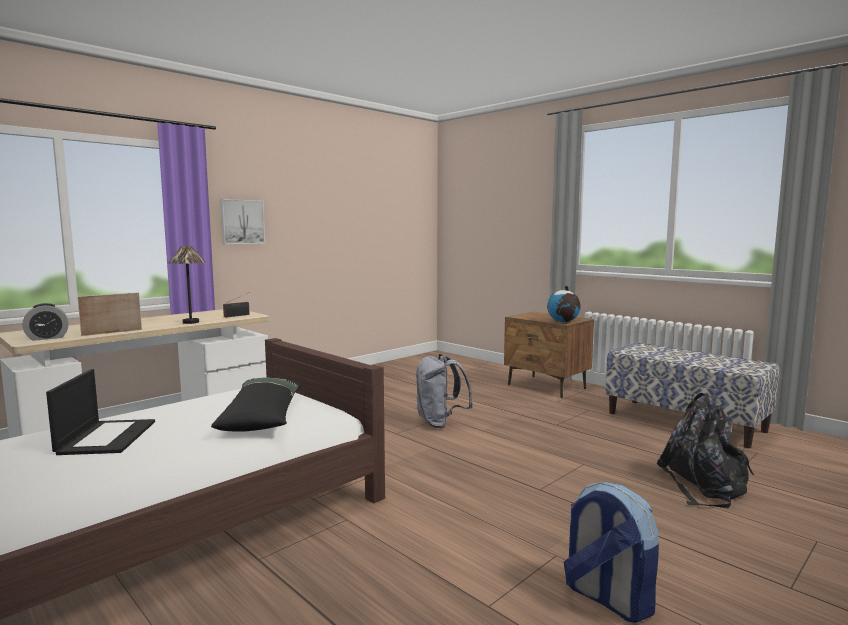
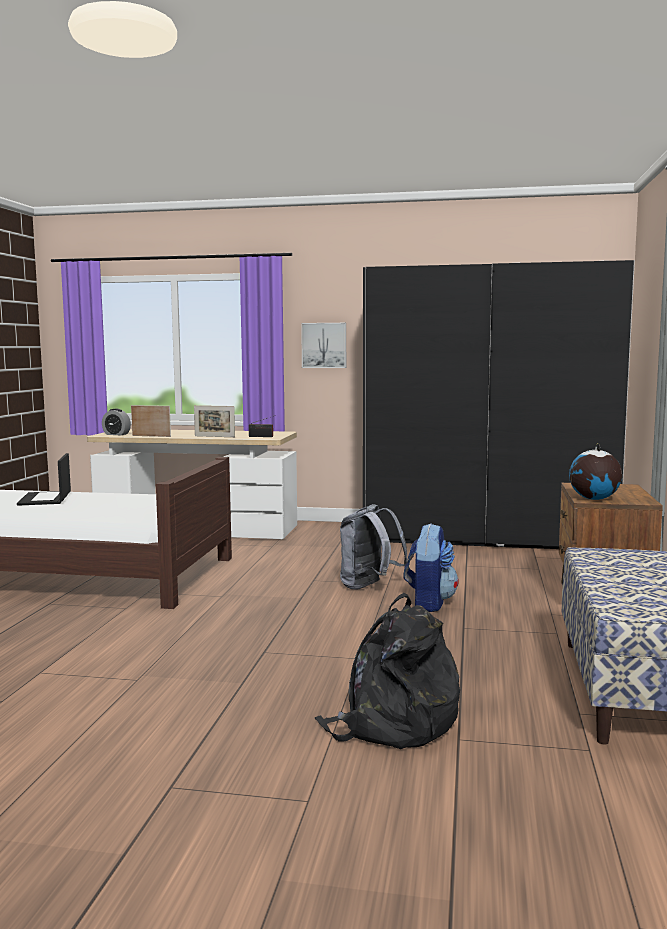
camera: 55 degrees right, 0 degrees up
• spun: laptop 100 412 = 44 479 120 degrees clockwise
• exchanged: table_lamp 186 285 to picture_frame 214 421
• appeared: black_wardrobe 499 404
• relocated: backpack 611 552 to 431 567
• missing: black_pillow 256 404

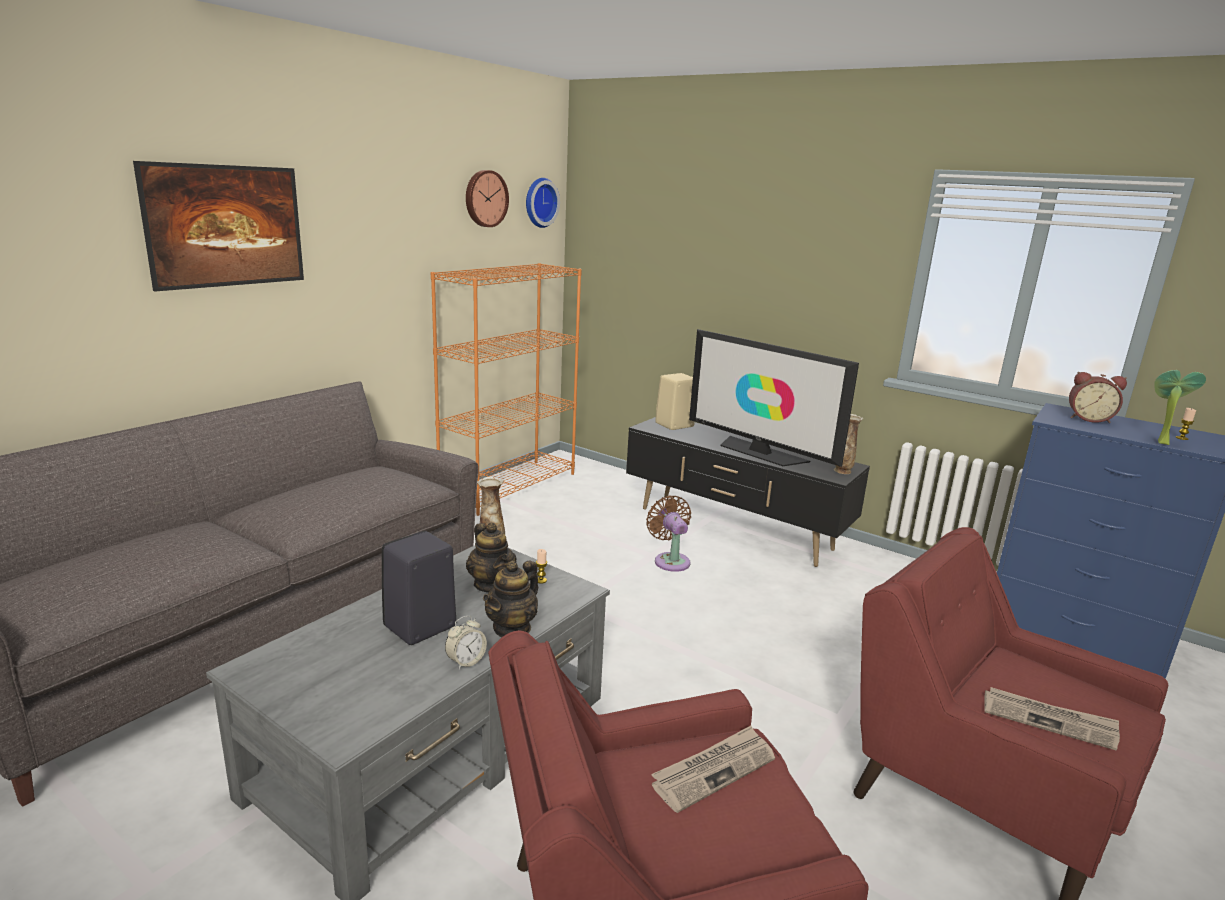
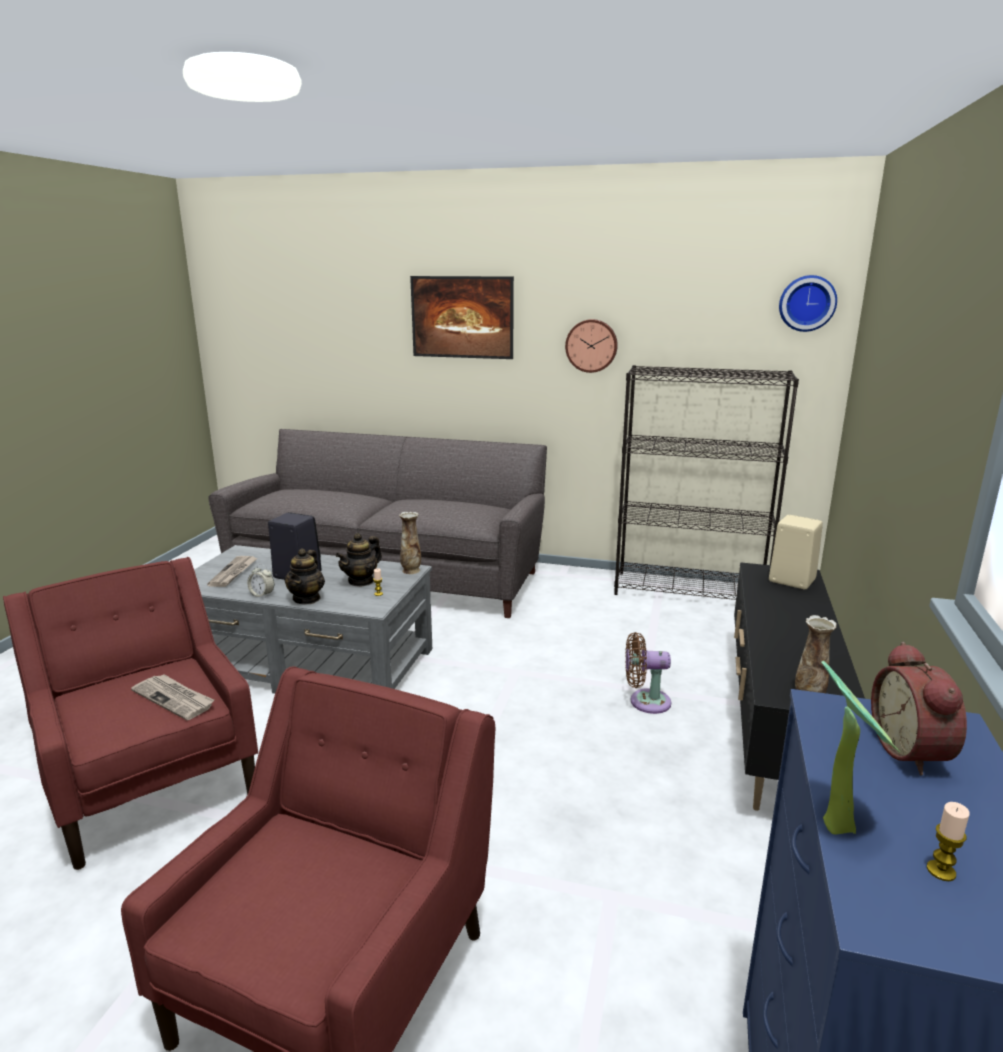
camera: 70 degrees right, 0 degrees up
• relocated: newspaper 1052 719 to 232 571
• spun: teapot 510 598 = 304 576 90 degrees counterclockwise
• relocated: wall_clock 487 198 to 591 346
• colour: orange_bookcase 506 389 to black_bookcase 706 482
• spun: brown_fan 668 533 = 648 673 135 degrees counterclockwise
• missing: television 774 398

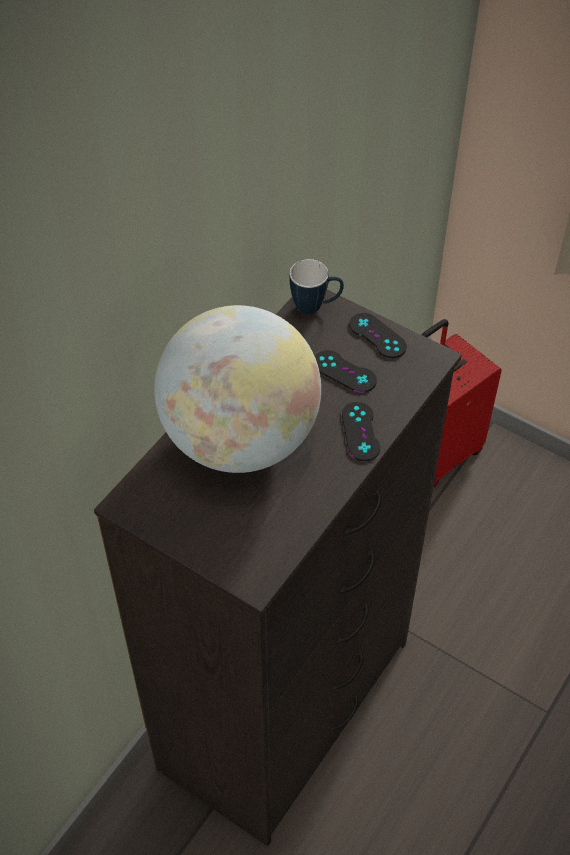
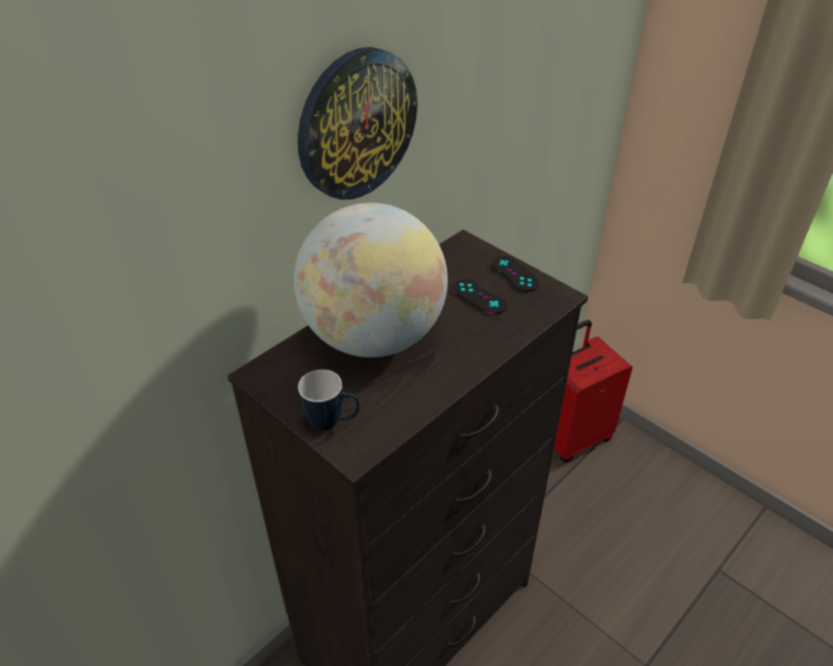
camera: 10 degrees right, 10 degrees down
• appeared: wall_clock 357 123
• relocated: mug 316 286 to 329 400
• missing: black_game_controller 361 431

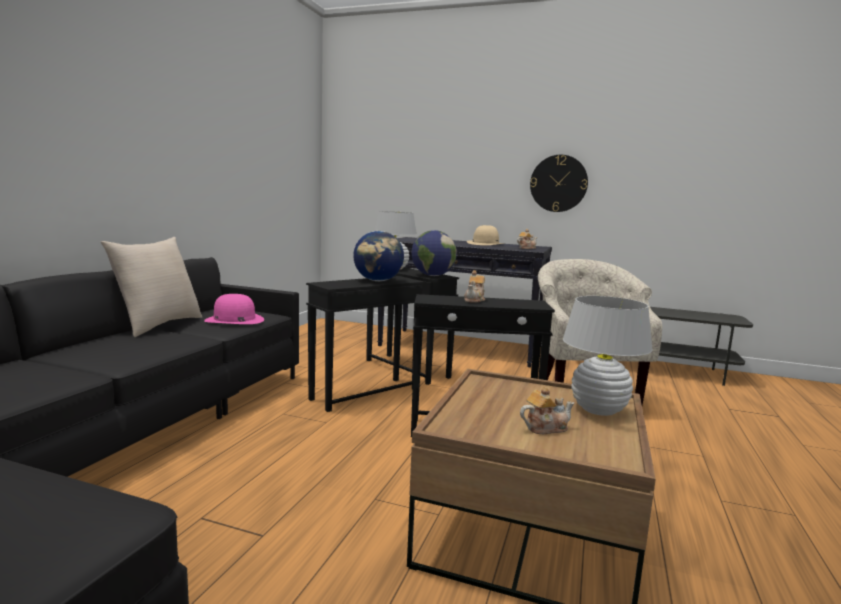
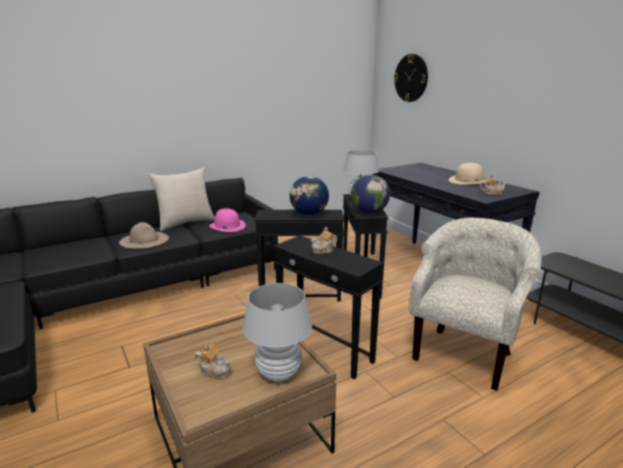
camera: 40 degrees right, 10 degrees up
• appeared: beige_hat 144 235
• relocated: wall_clock 559 183 to 411 78

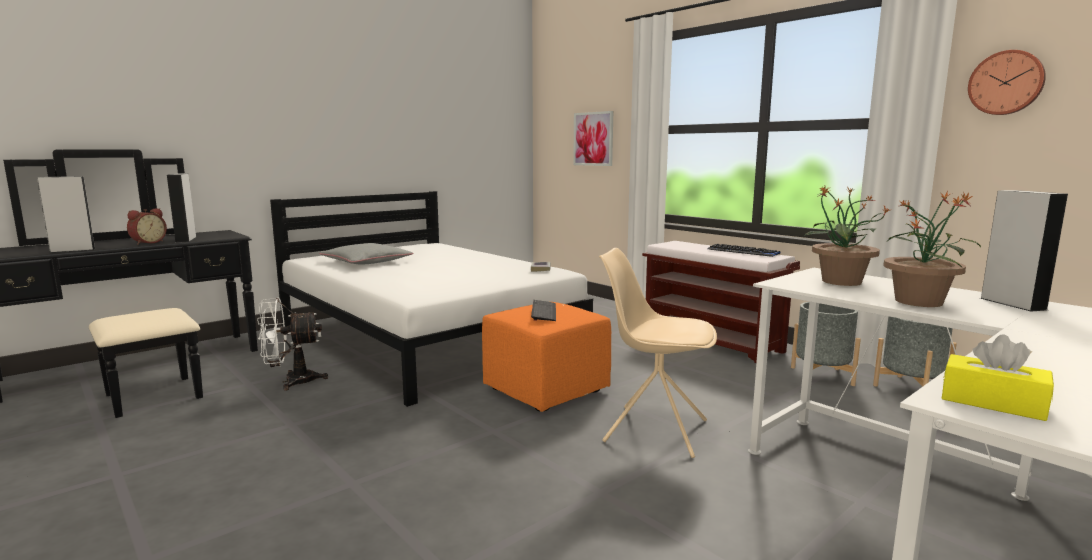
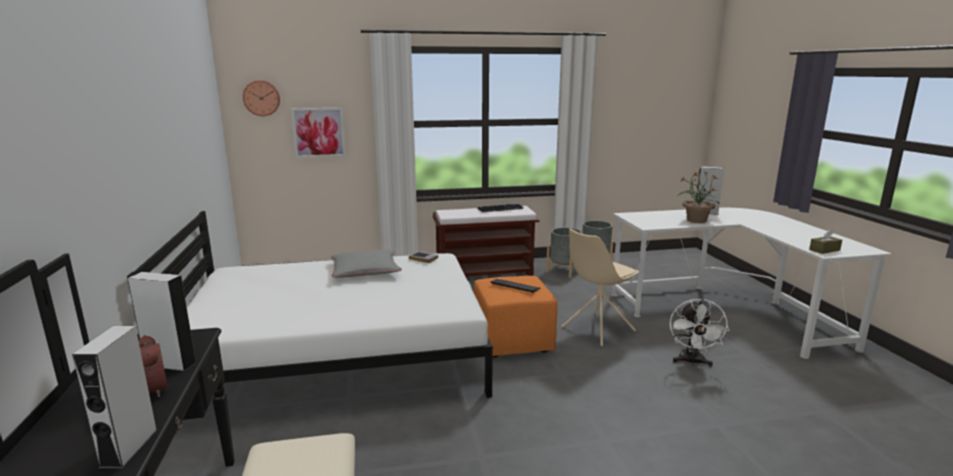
camera: 60 degrees left, 5 degrees up
• relocated: wall_clock 1007 82 to 261 98
• relocated: grey_pillow 366 253 to 366 264
• relocated: white_fan 292 344 to 700 332
• colour: yellow_tissue_box 998 378 to brown_tissue_box 825 241
• missing: potted_plant 848 236

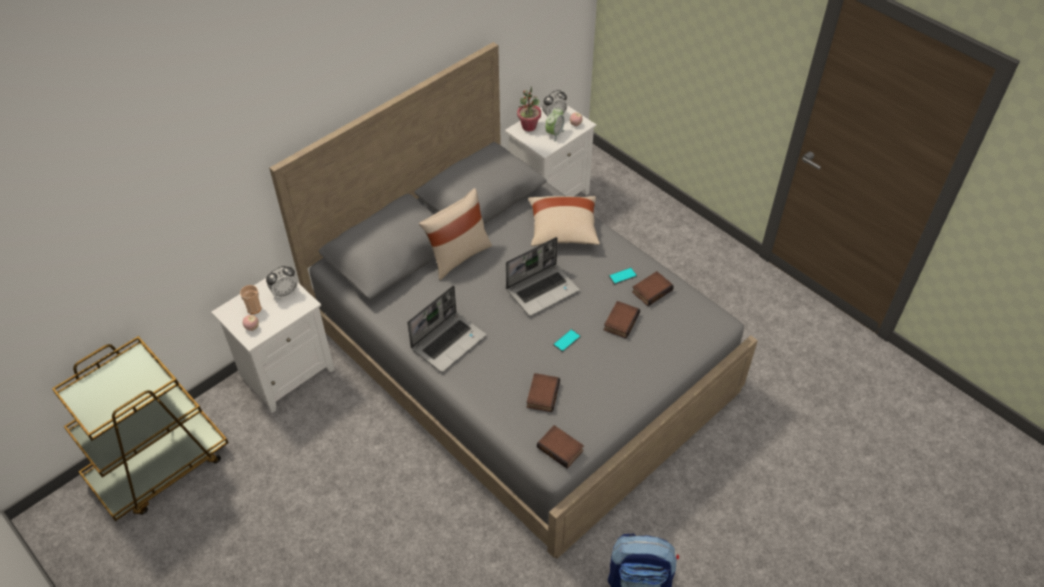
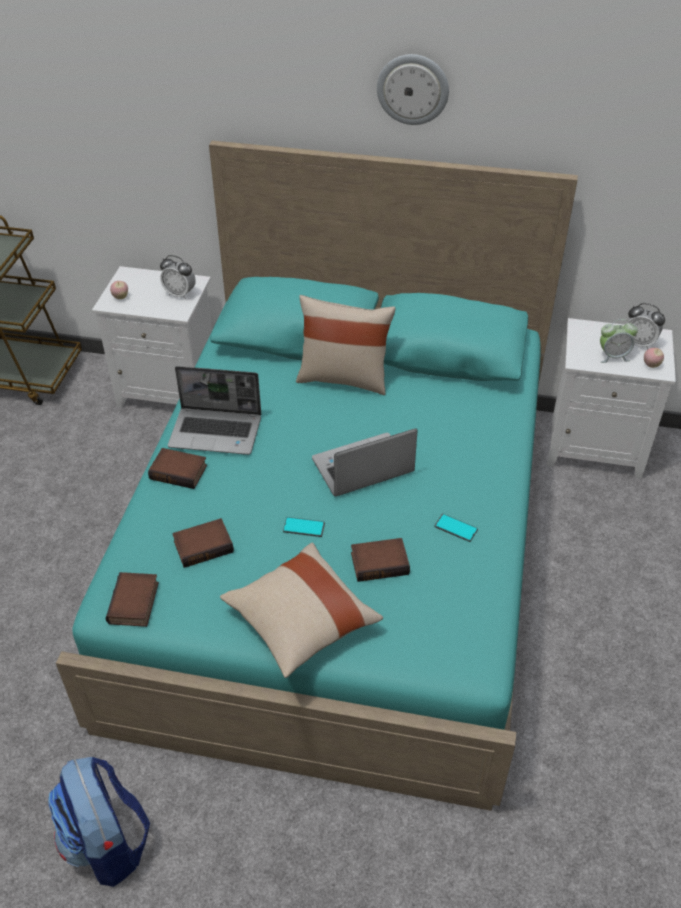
camera: 55 degrees right, 5 degrees down
• colour: grey_bed 513 300 to turquoise_bed 317 476
• relocated: book 653 288 to 177 468
• relocated: beige_pillow 564 221 to 301 610
• spun: laptop 543 276 = 365 462 135 degrees clockwise
• appeared: wall_clock 413 89
• missing: cup 250 299
• missing: potted_plant 529 109

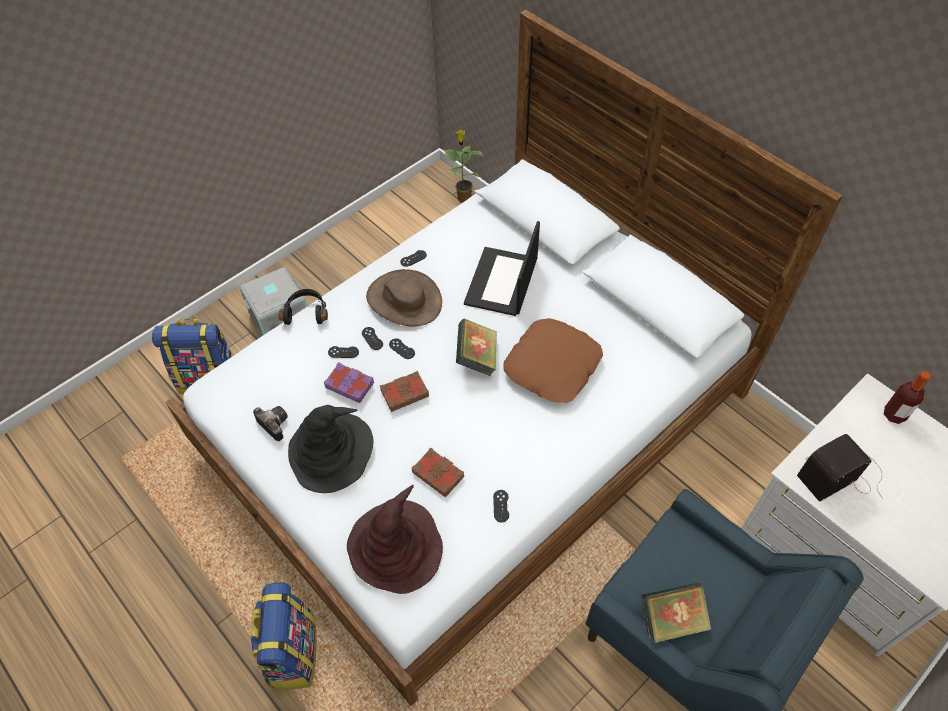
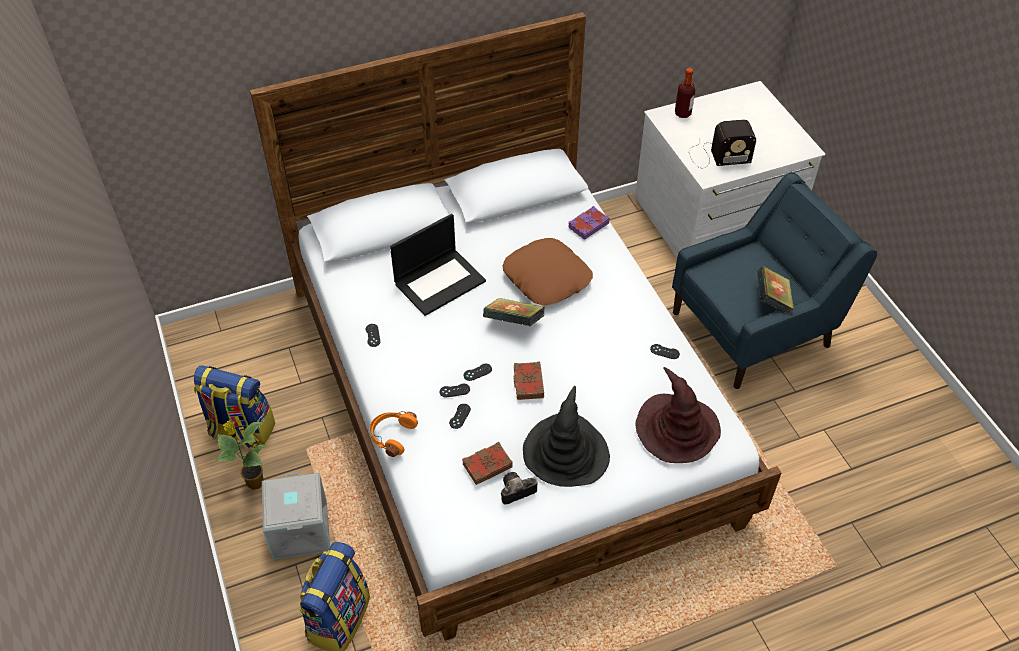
camera: 70 degrees left, 5 degrees down
• relocated: backpack 284 636 to 234 407
• relocated: potted_plant 464 166 to 242 455
• colour: black_headphones 303 307 to orange_headphones 394 434
• spun: laptop 502 268 = 438 265 75 degrees counterclockwise
• relocated: brown_book 438 473 to 487 463
• relocated: purple_book 348 382 to 588 223
• spun: radio 840 468 = 722 144 90 degrees counterclockwise
• missing: brown_hat 404 298

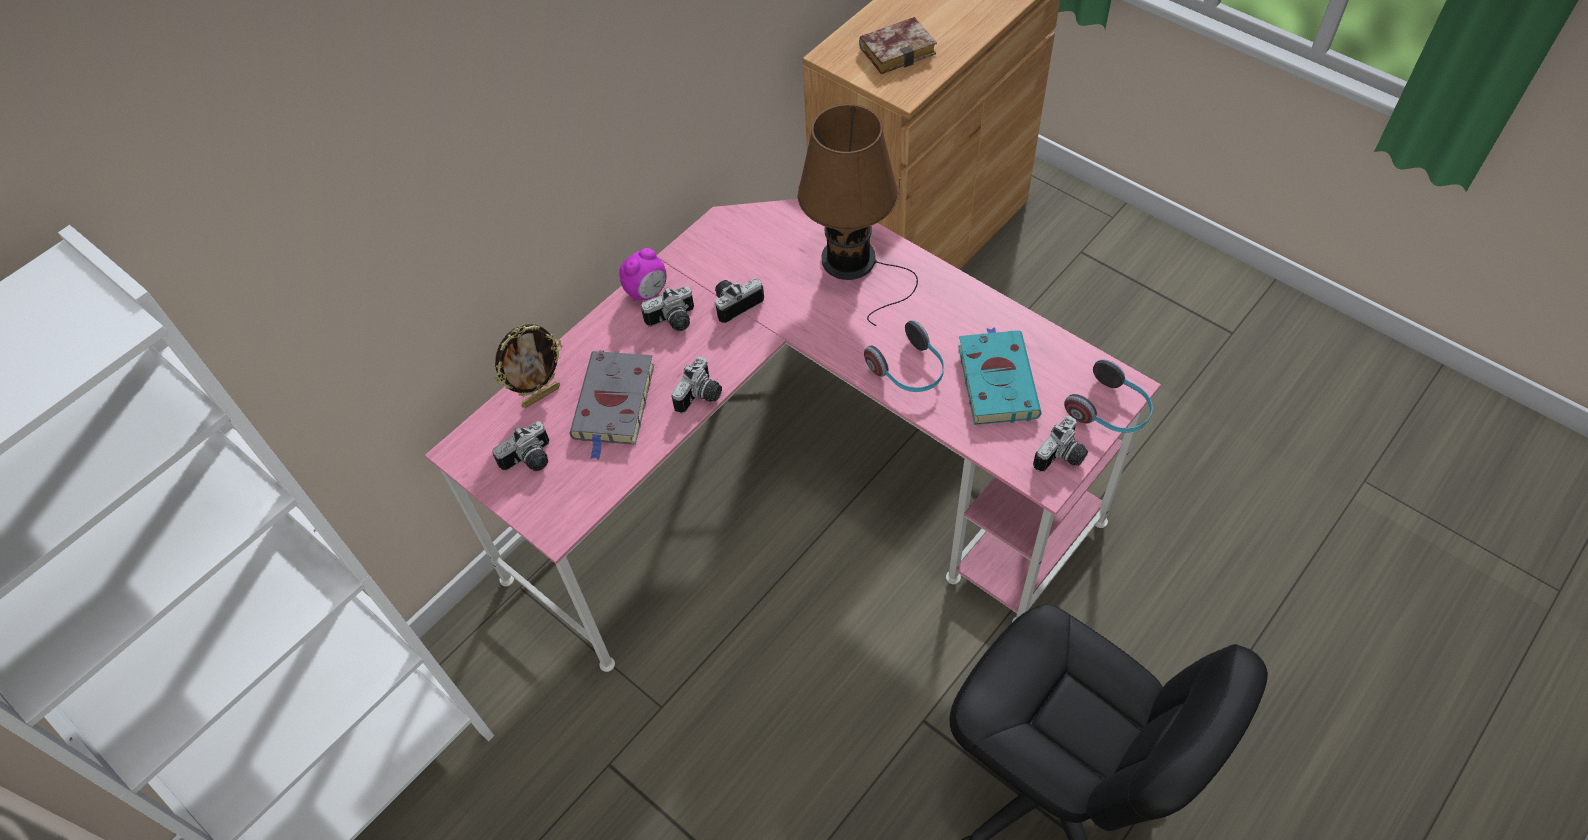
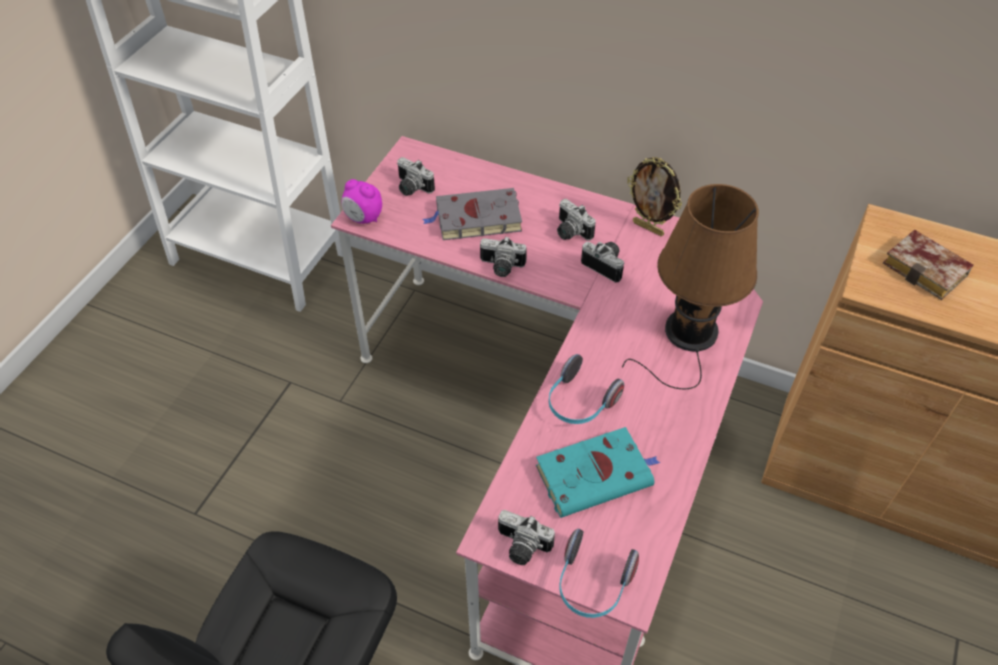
camera: 70 degrees right, 5 degrees down
• relocated: alarm_clock 643 274 to 361 201
• relocated: picture_frame 528 366 to 654 196

